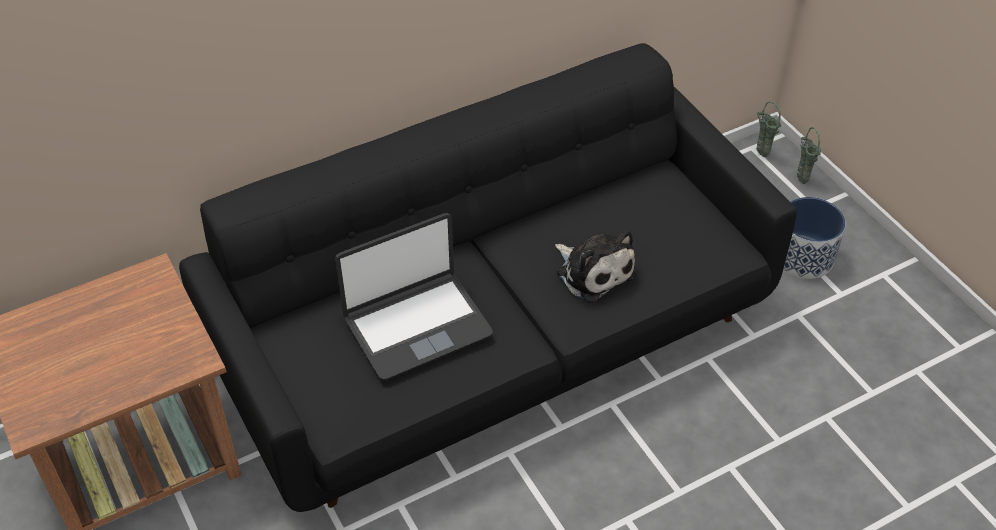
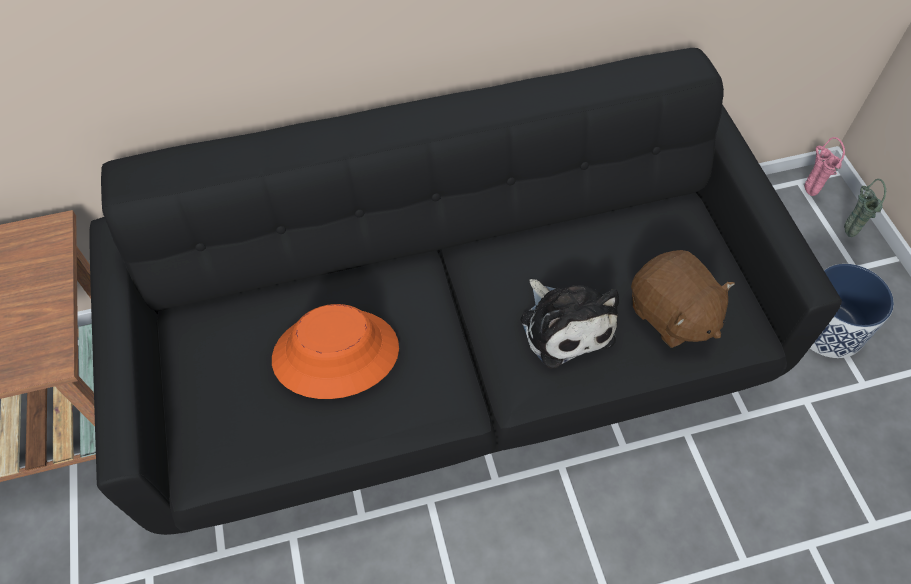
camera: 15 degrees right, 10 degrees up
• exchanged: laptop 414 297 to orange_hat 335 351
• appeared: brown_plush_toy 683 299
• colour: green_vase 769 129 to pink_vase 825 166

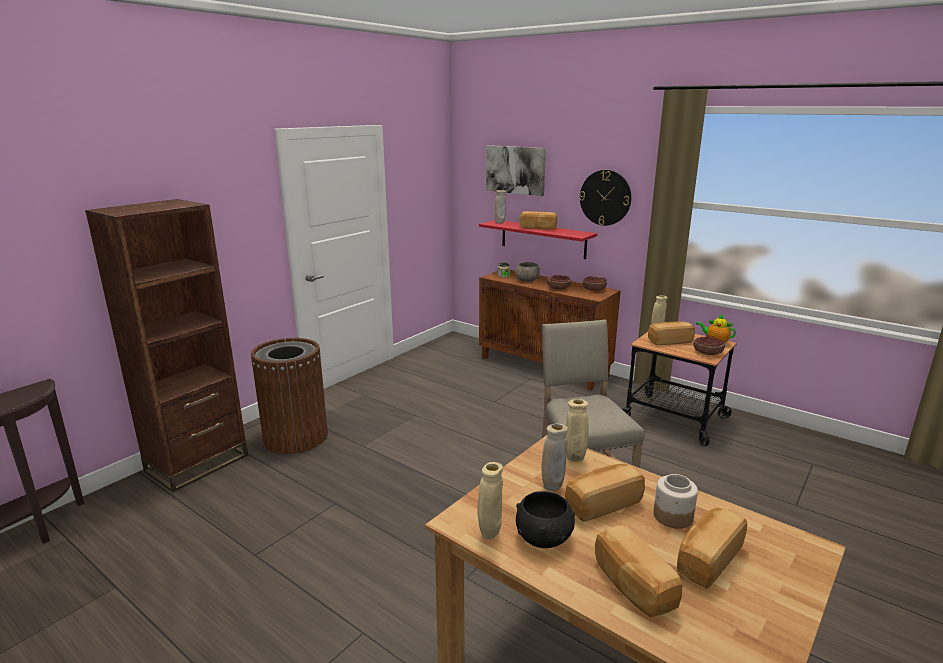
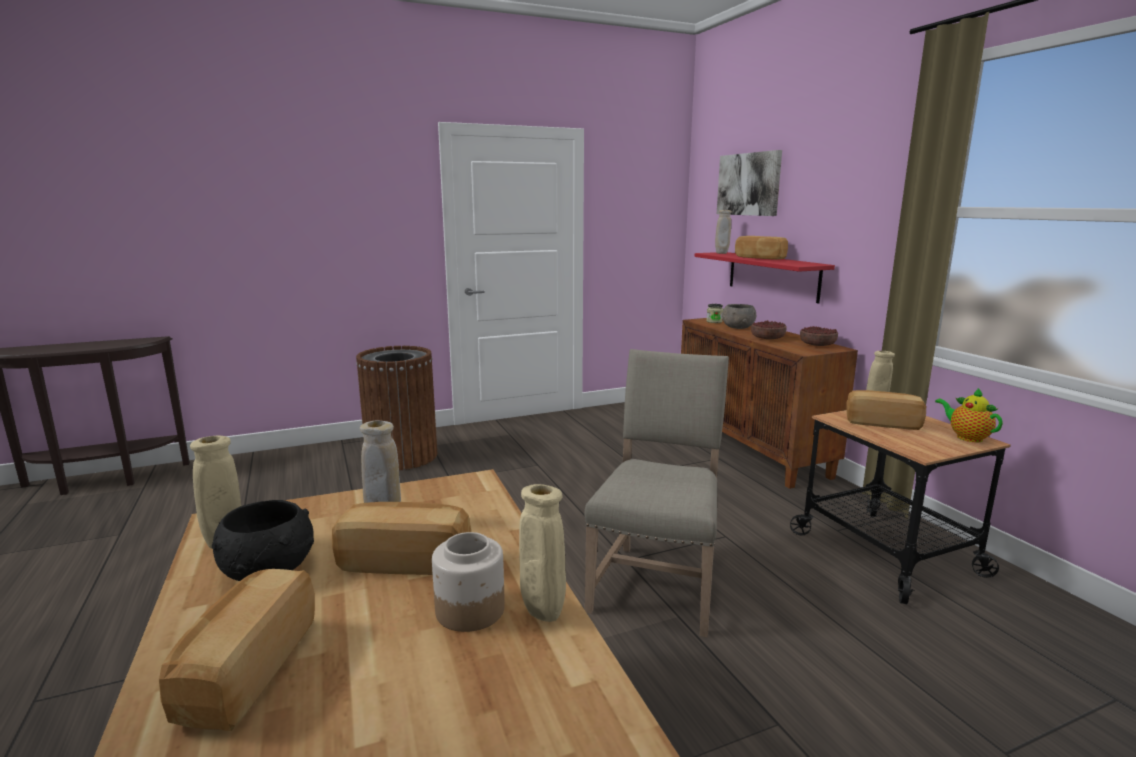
camera: 30 degrees right, 5 degrees down
• relocated: beige_vase 577 430 to 542 553
• missing: brown_bookcase 166 345
• missing: wall_clock 605 198
• missing: bread 712 548
• missing: bowl 709 345

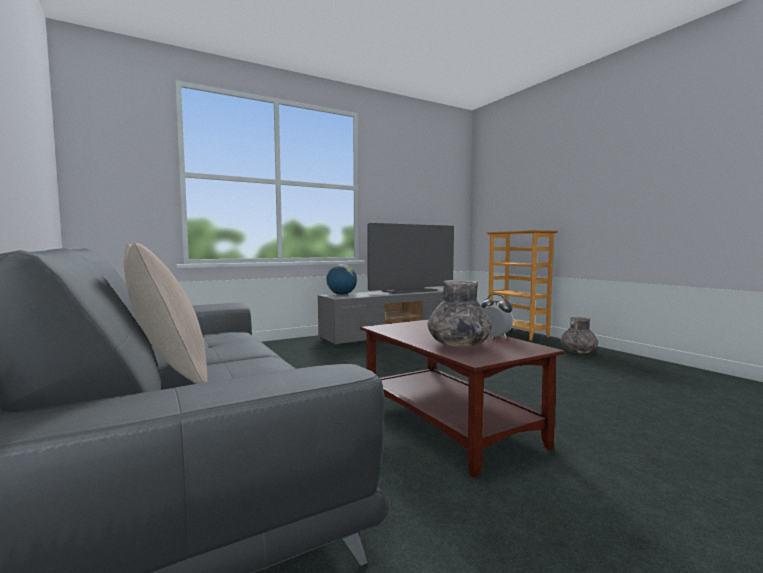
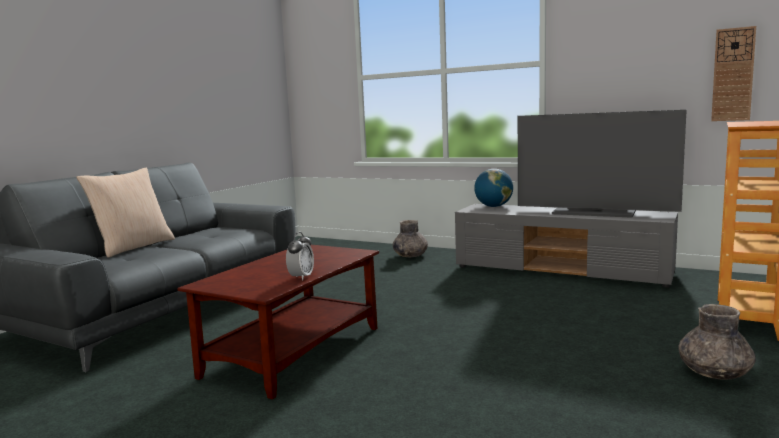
camera: 60 degrees right, 5 degrees up
• relocated: grey_vase 460 313 to 410 238
• appeared: wall_clock 733 73

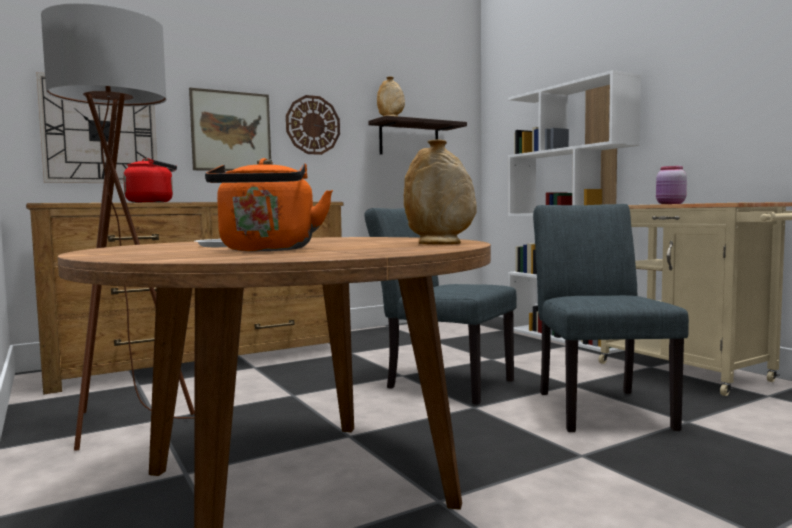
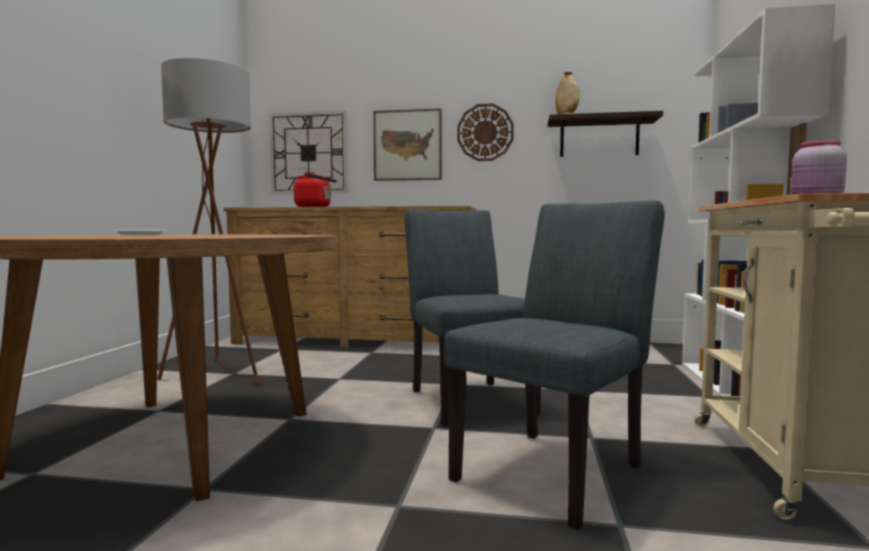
camera: 40 degrees right, 0 degrees up
• missing: orange_kettle 269 204
• missing: beige_vase 440 192

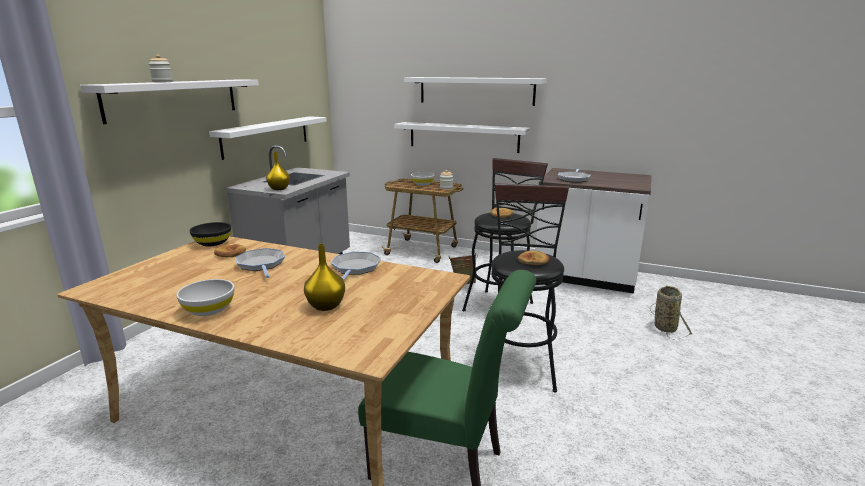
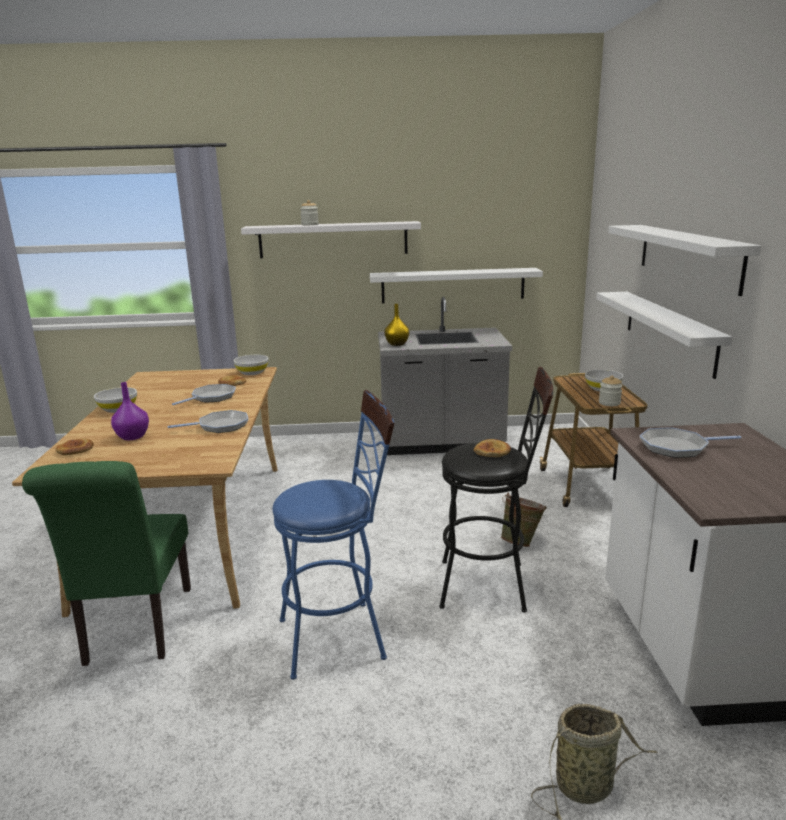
camera: 65 degrees right, 0 degrees up
• relocated: bread 533 257 to 75 447
• colour: yellow_vase 324 277 to purple_vase 130 411
• colour: black_bowl 210 234 to white_bowl 251 365
• colour: black_stool 530 287 to blue_stool 333 535

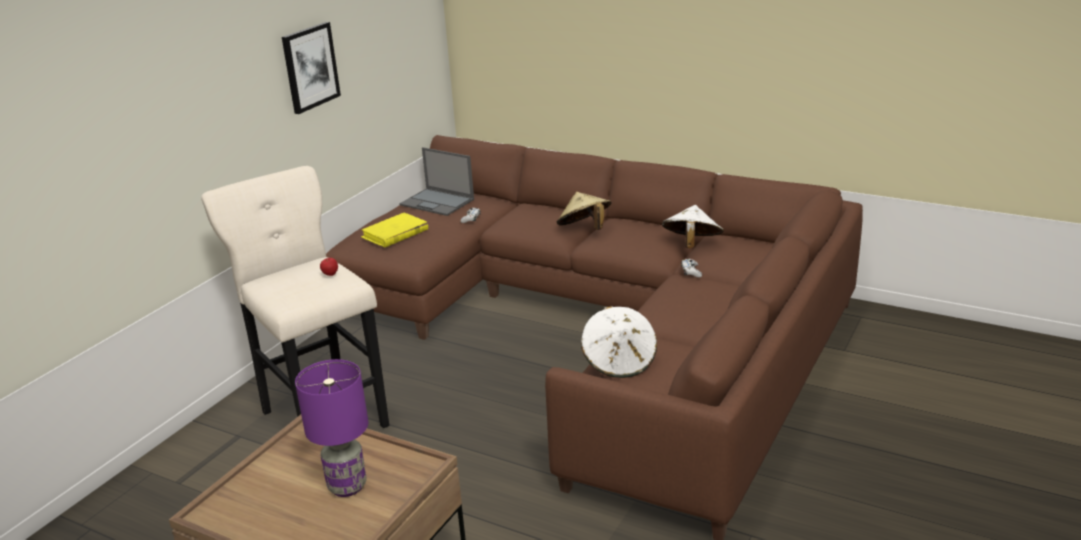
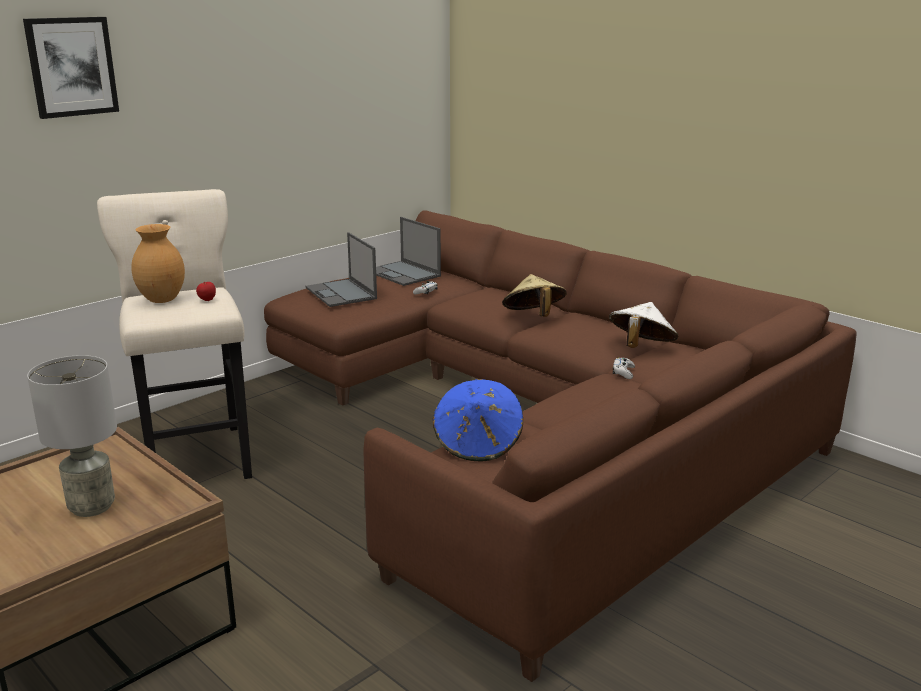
camera: 15 degrees right, 5 degrees down
• relocated: picture 311 68 to 71 68
• colour: purple_table_lamp 331 428 to grey_table_lamp 72 436
• appeared: brown_vase 158 263
• exchanged: yellow_book 394 230 to laptop 341 269
• colour: white_hat 619 342 to blue_hat 478 420

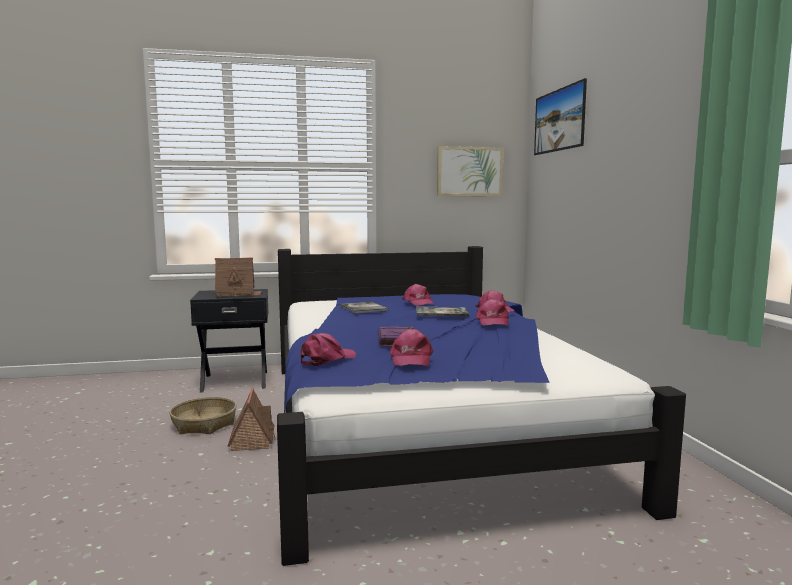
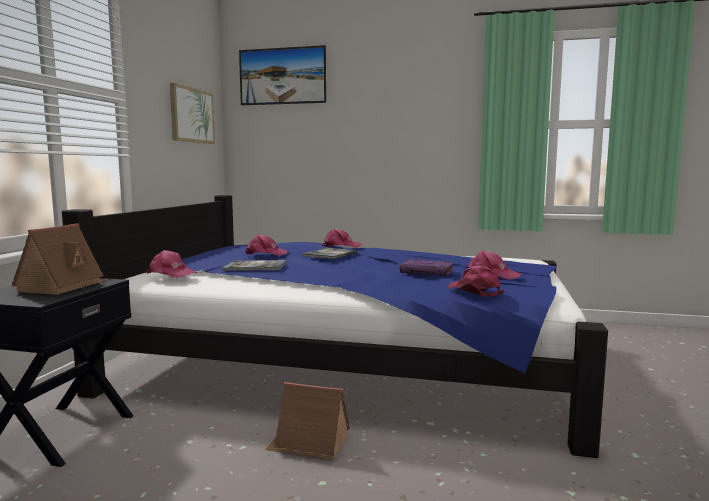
camera: 65 degrees left, 0 degrees up
• relocated: pink_cap 493 312 to 172 264
• missing: basket 202 415

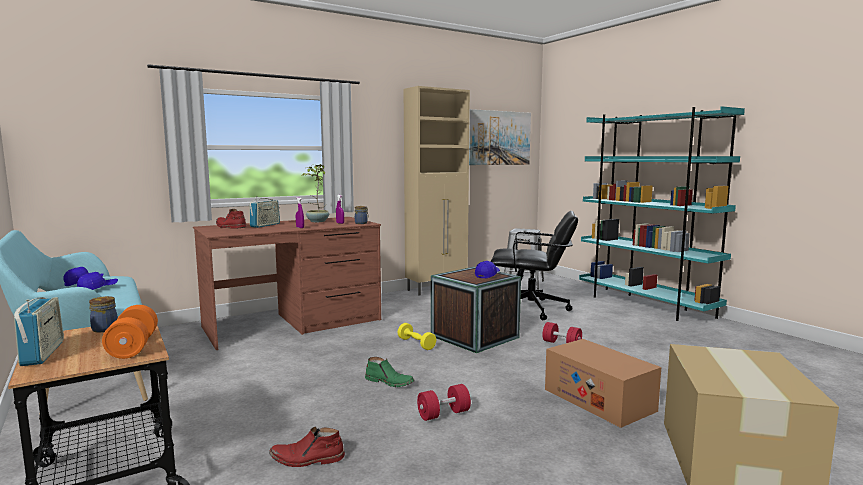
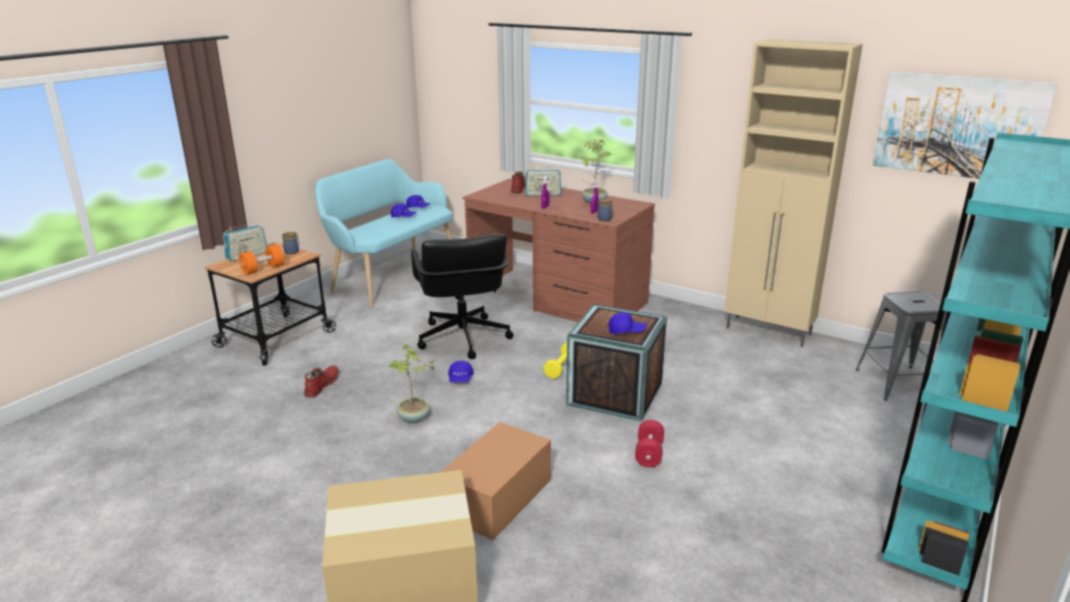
camera: 65 degrees right, 15 degrees up
• spun: red_boot 307 447 = 321 382 45 degrees clockwise
• exchanged: red_dumbbell 444 402 to potted_plant 414 383
• relocated: black_office_chair 534 265 to 462 296
• exchanged: green_boot 390 372 to blue_cap 461 371

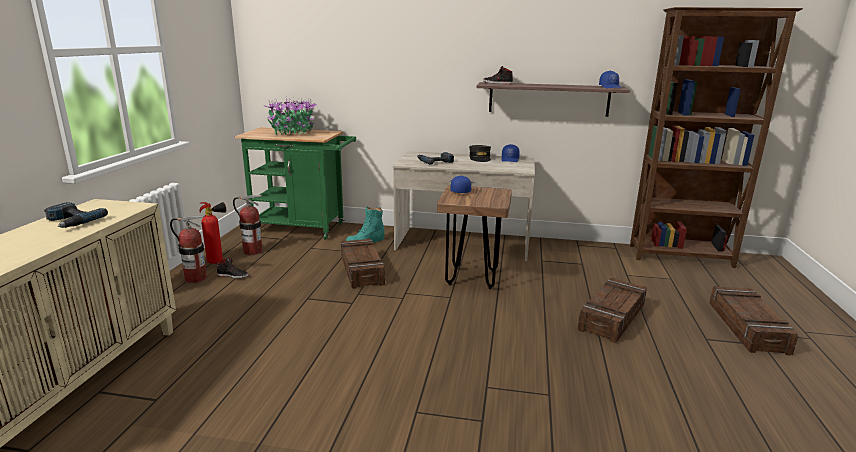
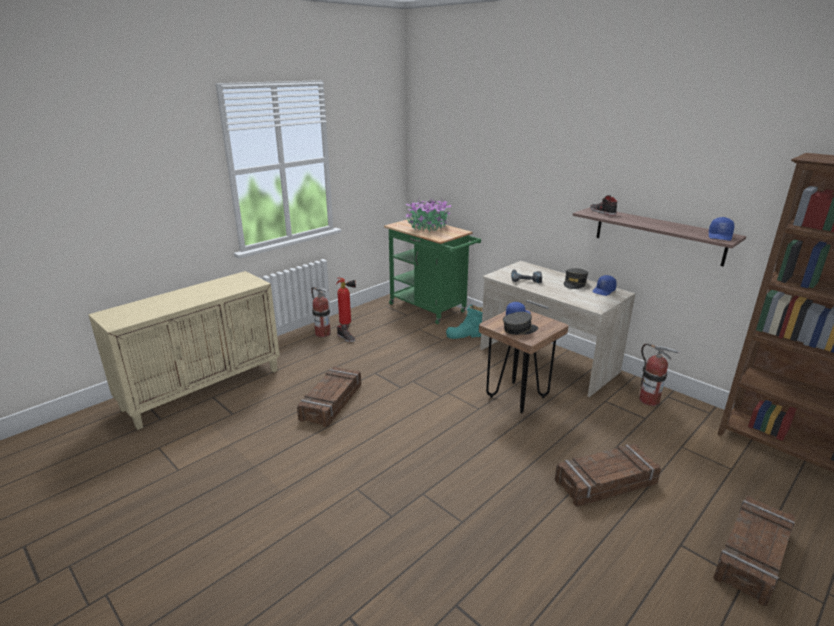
camera: 35 degrees right, 5 degrees up
• relocated: crate 363 263 to 329 396
• appeared: grey_cap 520 323
• relocated: fire_extinguisher 248 225 to 659 374
• missing: power_drill 76 215

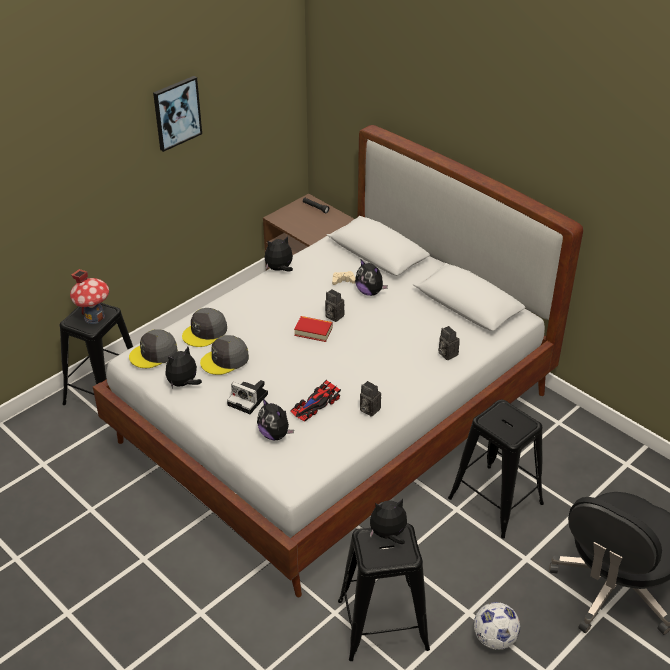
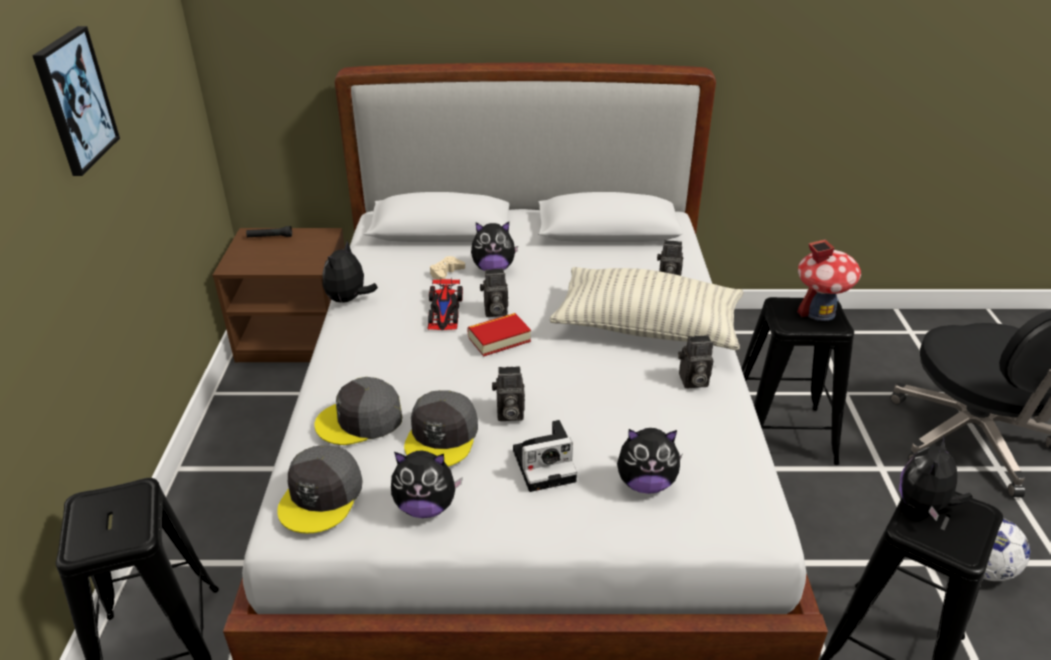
camera: 45 degrees left, 5 degrees down
• spun: grey_cap 204 327 = 358 411 75 degrees clockwise
• spun: plush_toy 183 368 = 427 484 90 degrees counterclockwise
• relocated: toy_car 315 401 to 445 304
• appeared: photo_camera 508 393
• appeared: pillow 646 308
• relocated: toy_house 89 296 to 829 280

